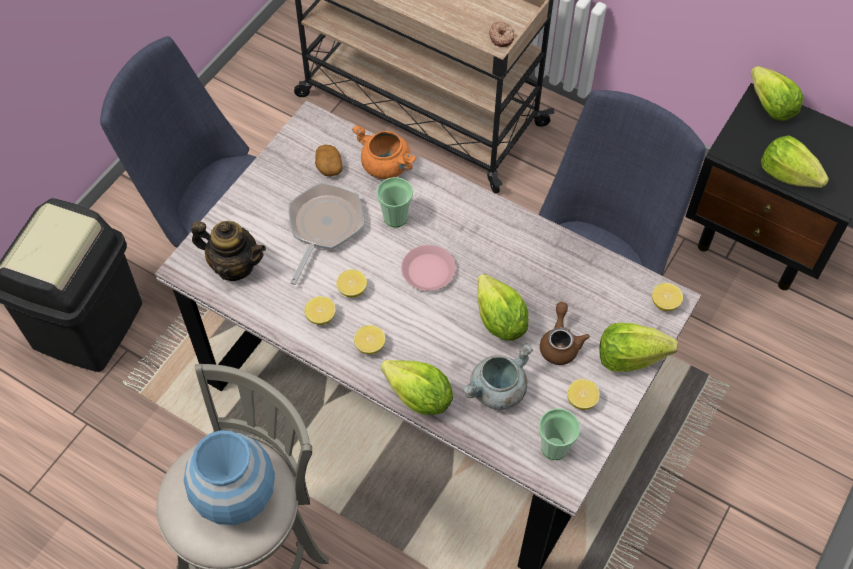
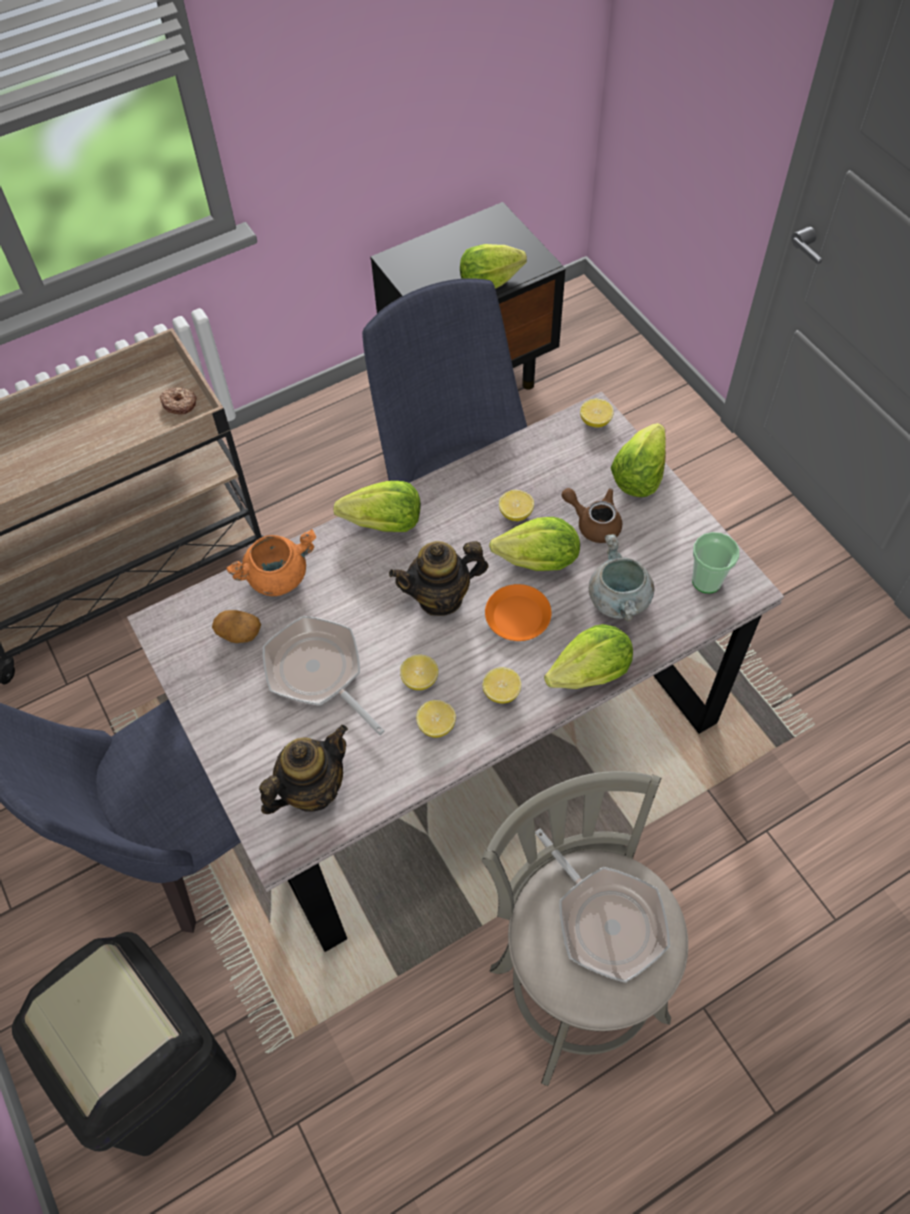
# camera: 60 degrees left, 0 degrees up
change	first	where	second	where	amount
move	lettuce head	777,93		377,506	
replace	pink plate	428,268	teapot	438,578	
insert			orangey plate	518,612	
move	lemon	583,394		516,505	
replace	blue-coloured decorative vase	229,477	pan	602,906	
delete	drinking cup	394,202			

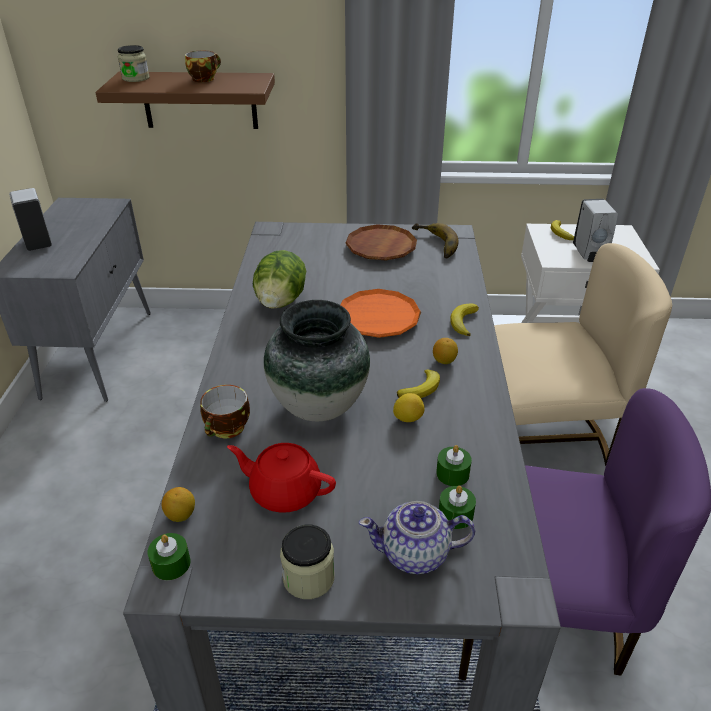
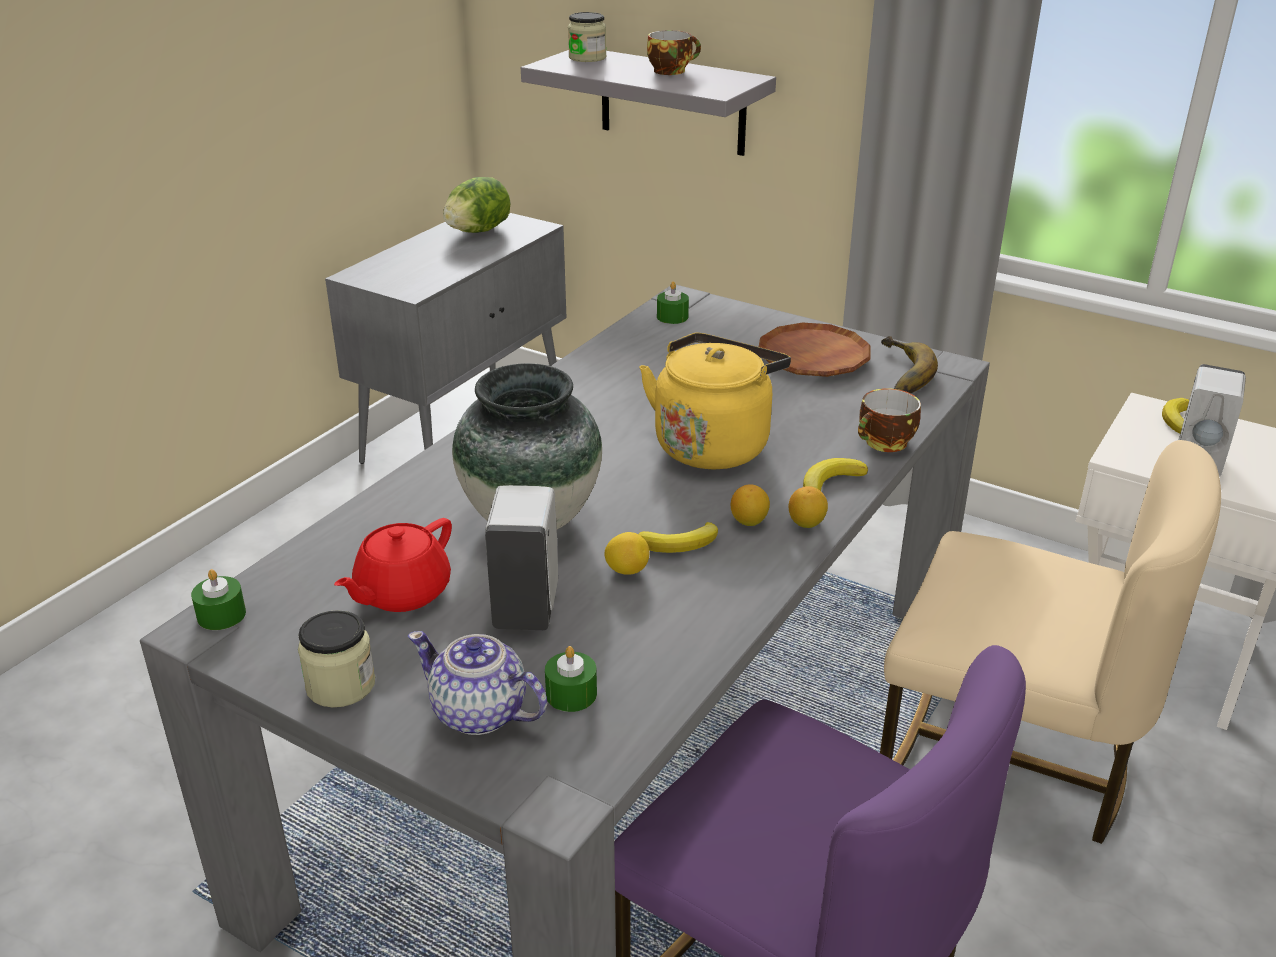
# camera: 30 degrees right, 5 degrees down
change	first	where	second	where	amount
rotate	reddish teapot	281,478		393,565	105 degrees counterclockwise
move	lettuce head	279,279		477,205	
move	white-coloured liquid soap bottle	30,219		521,557	
recolor	brownish bracket shelf	185,100	grey bracket shelf	648,103	
replace	orangey plate	380,313	yellow tea kettle	715,401	
move	green-coloured candle	454,465		673,302	
move	lemon	178,504		808,507	
move	drinking cup	225,411		889,420	

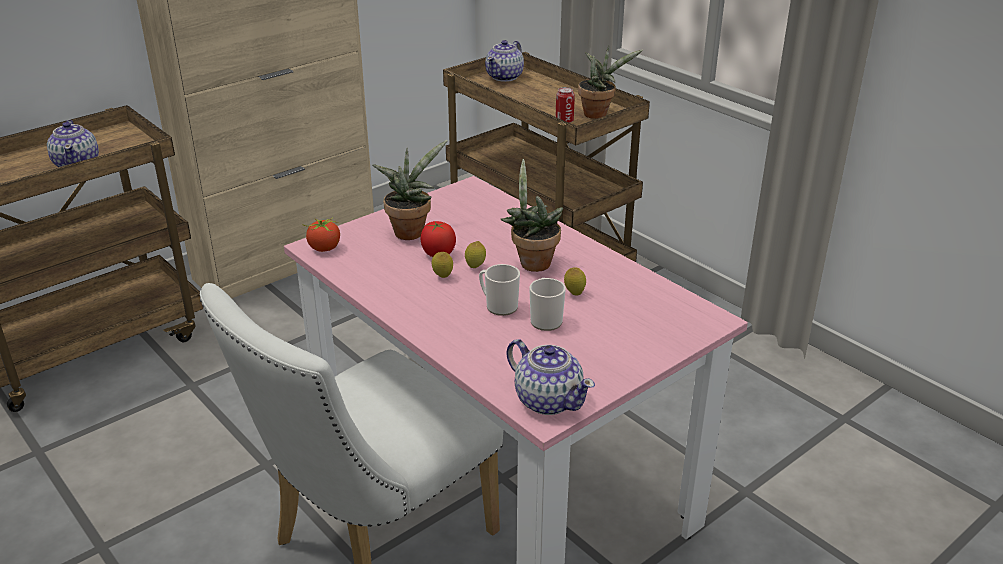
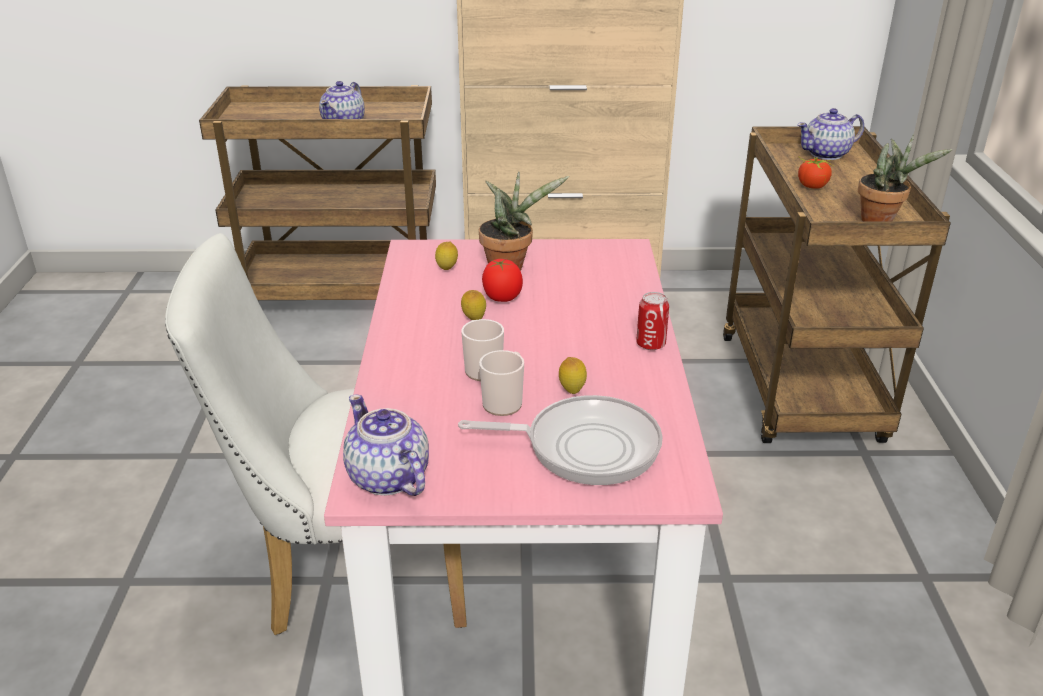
# camera: 40 degrees right, 0 degrees up
change	first	where	second	where	amount
rotate	teapot	551,377		386,445	150 degrees clockwise
move	lemon	475,254		446,255	
insert			pan	560,440	
move	can	565,105		652,321	
move	fresh tomato	321,235		815,172	
delete	plant in a pot	532,215			

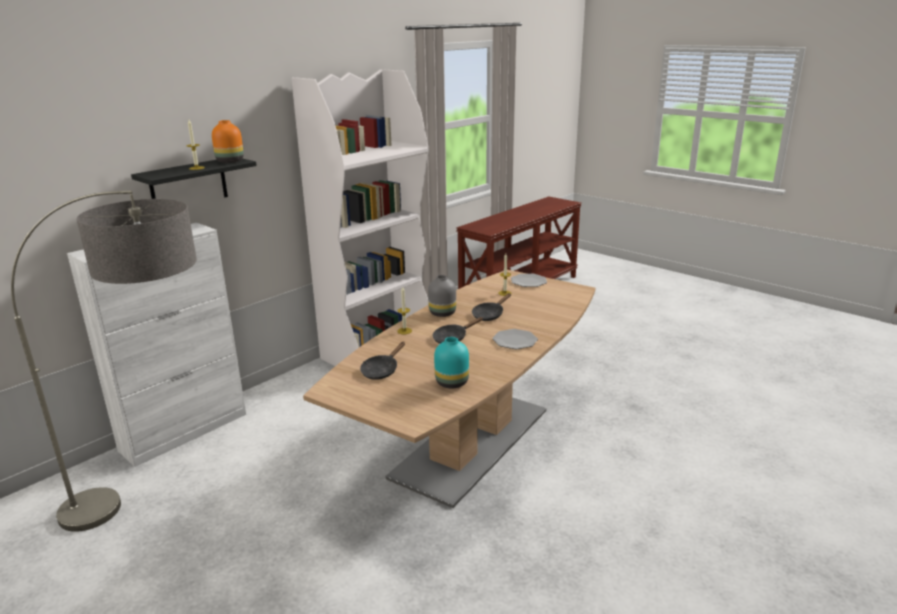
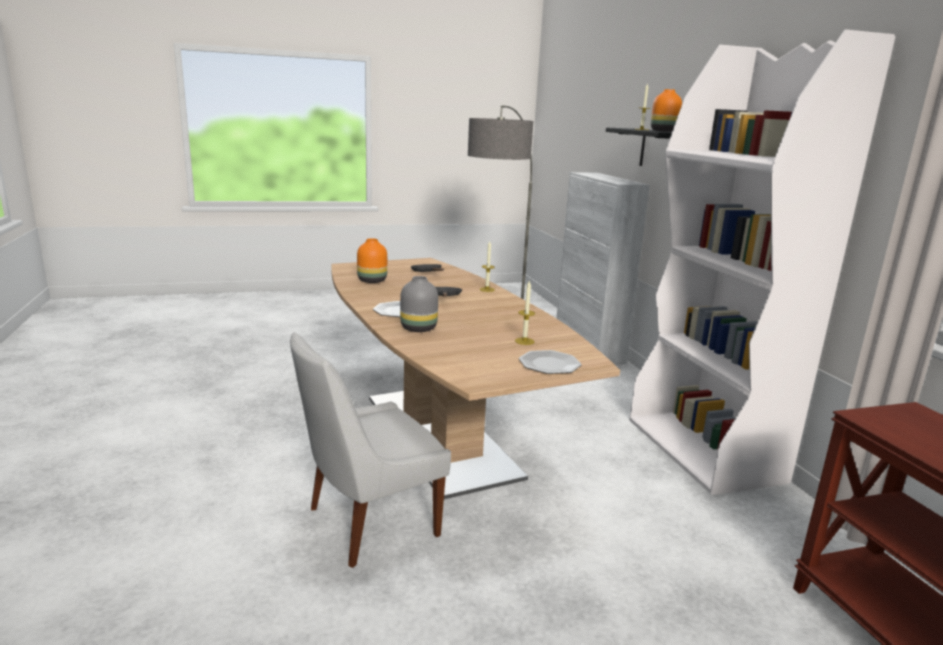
# camera: 120 degrees right, 5 degrees down
change	first	where	second	where	amount
insert			white-coloured chair	370,450	
recolor	blue-green decorative vase	451,362	orangey decorative vase	372,260	
move	grey decorative vase	442,296		419,304	
delete	blackish pan	491,307			

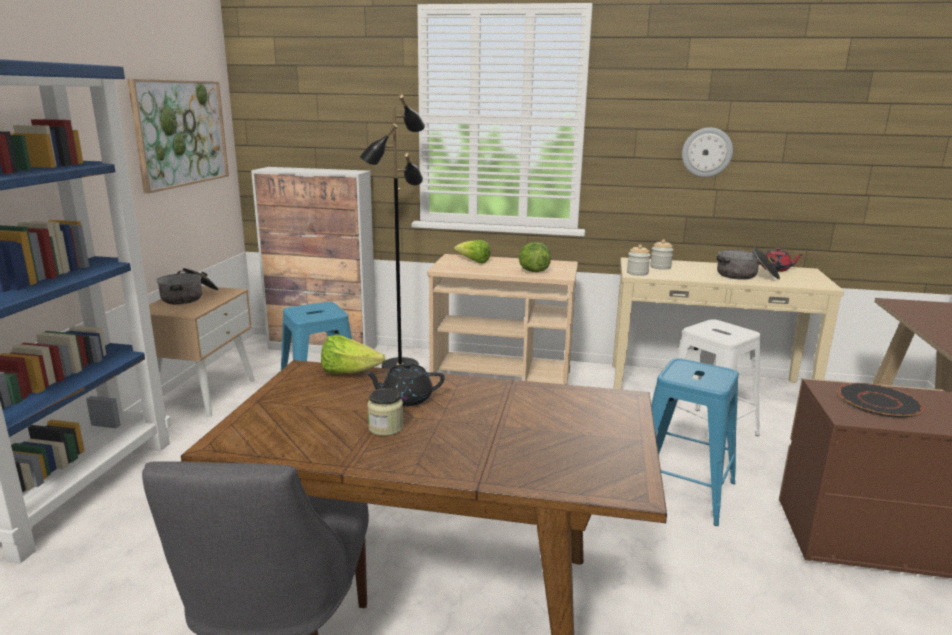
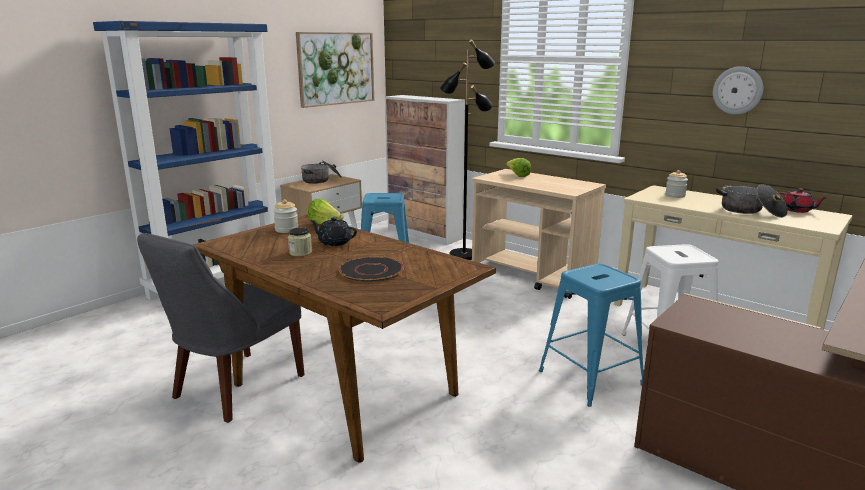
# camera: 30 degrees right, 0 degrees up
change	first	where	second	where	amount
move	jar	638,260		285,216	
move	blackish plate	881,400		371,269	
delete	lettuce head	534,257			

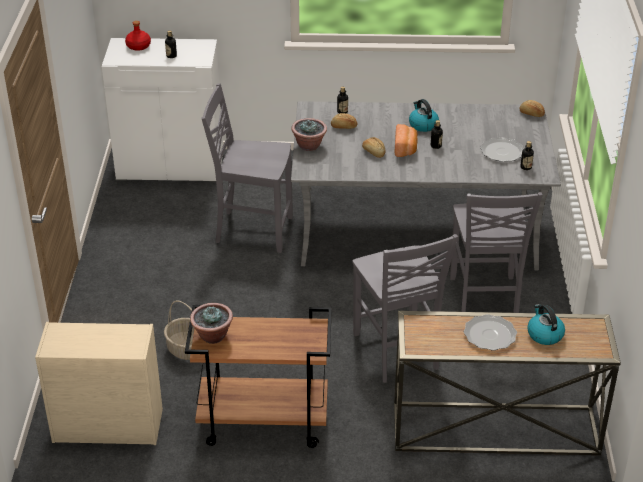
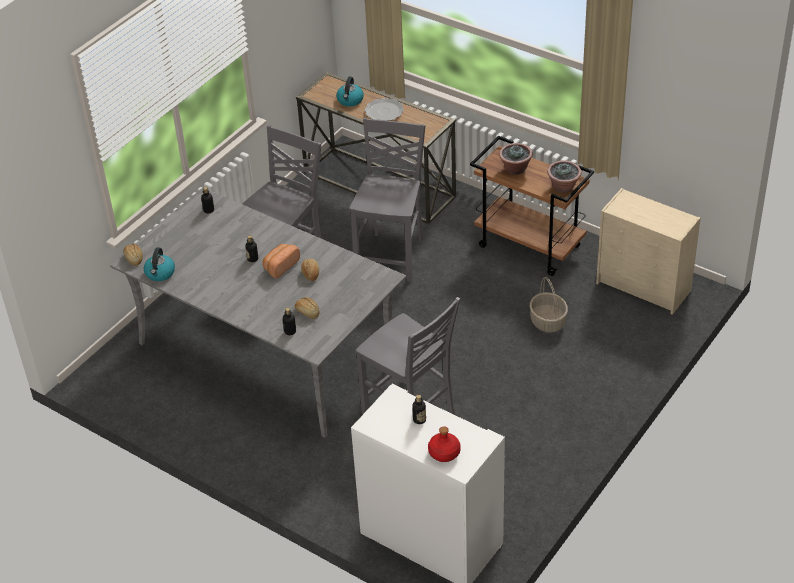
# camera: 145 degrees left, 5 degrees up
change	first	where	second	where	amount
move	tea kettle	424,115		159,264	
move	plant in a pot	309,134		516,159	
delete	plate	502,149			

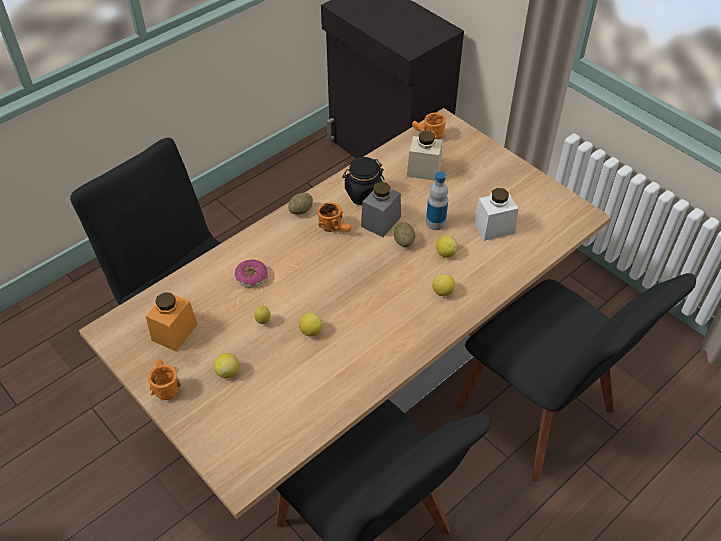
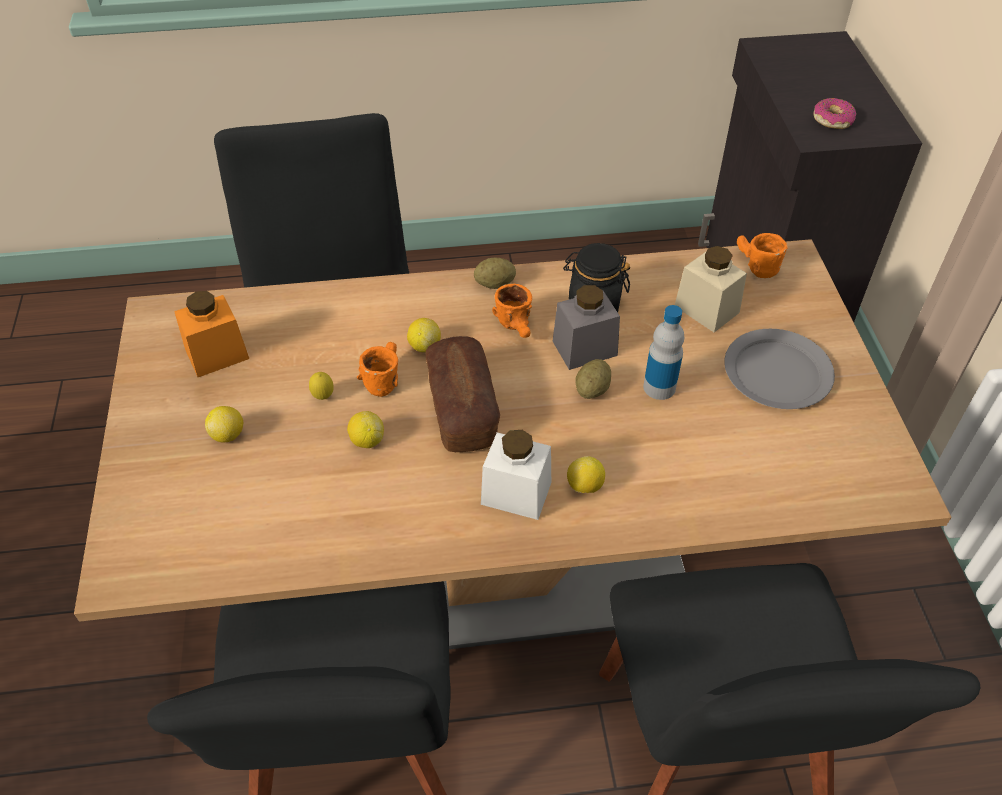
# camera: 35 degrees right, 0 degrees up
change	first	where	second	where	amount
move	orangey coffee mug	164,380		377,369	
move	lemon	446,246		424,335	
insert			bread	463,394	
move	white-coloured jar	496,214		516,475	
insert			grey plate	779,369	
move	donut	251,273		834,113	

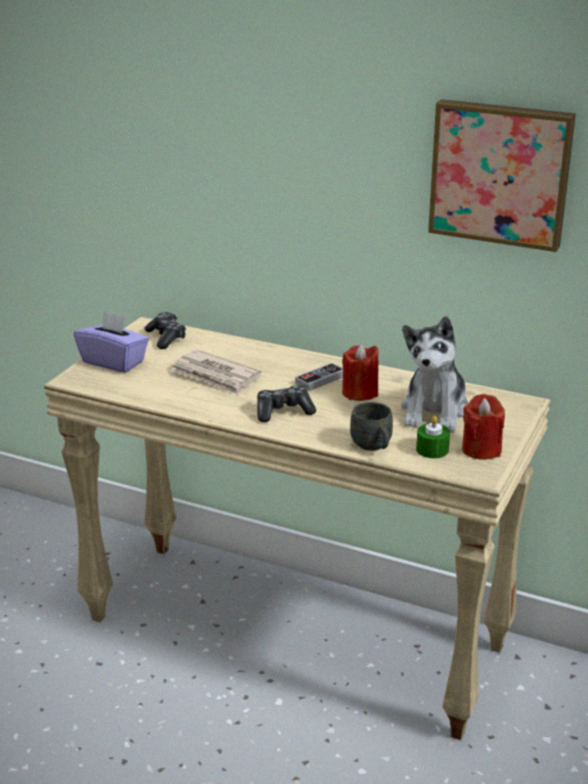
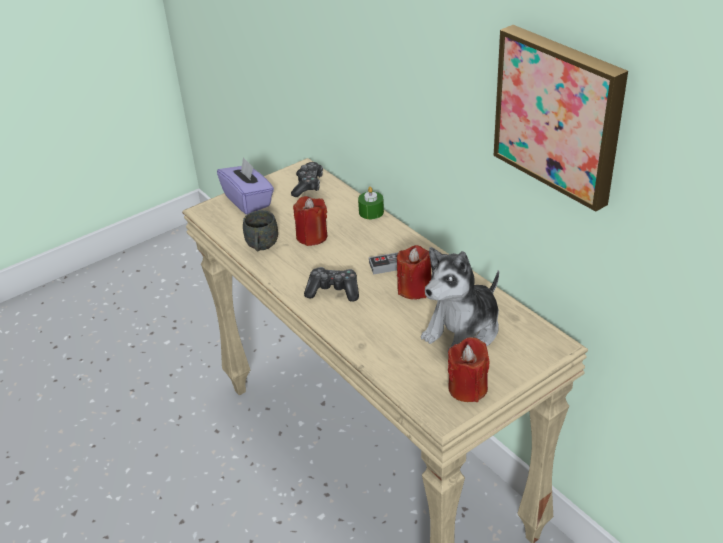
# camera: 30 degrees right, 10 degrees up
change	first	where	second	where	amount
move	grey coffee mug	371,426		260,230	
replace	printed paper	215,372	reddish candle	310,221	
move	green-coloured candle	433,437		371,203	

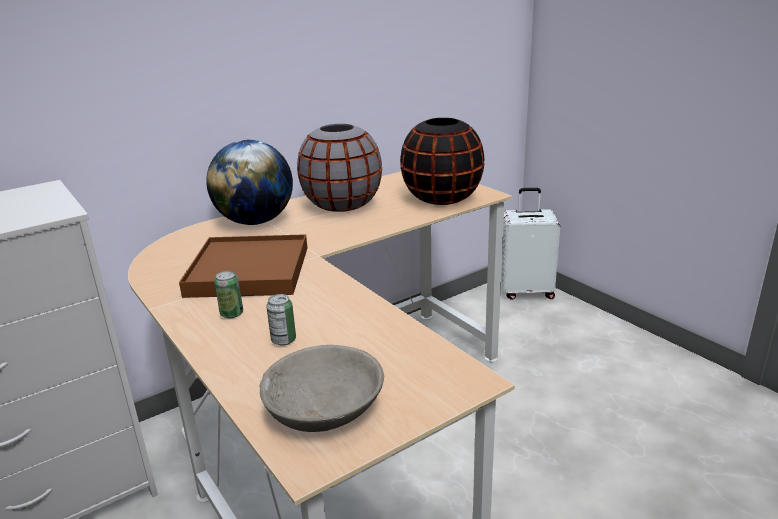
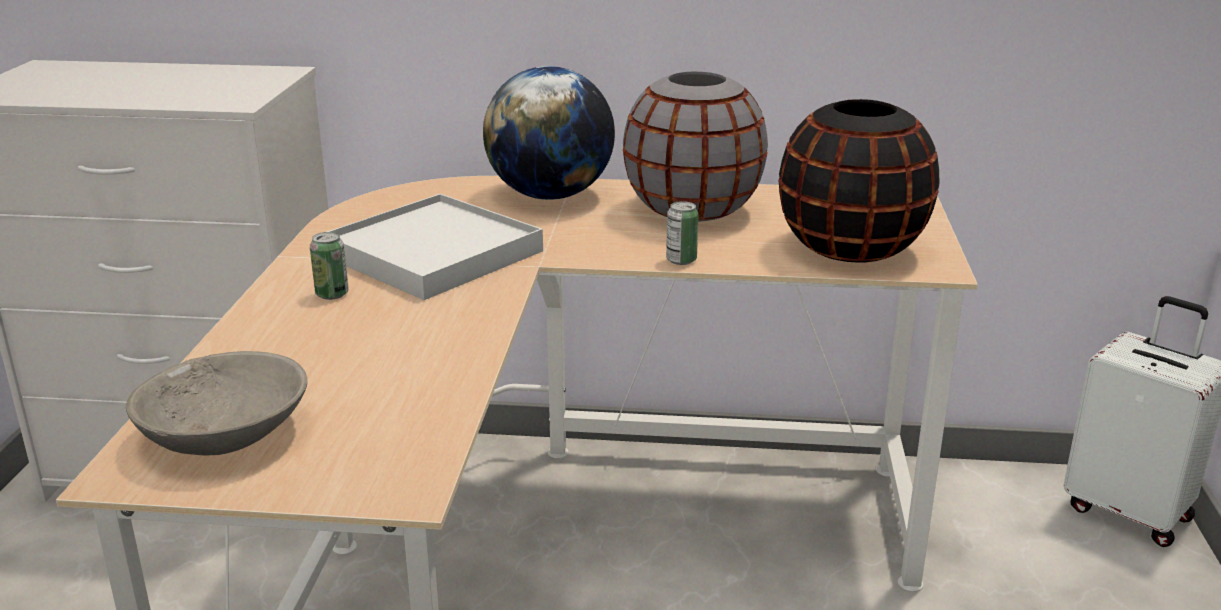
# camera: 40 degrees right, 0 degrees up
change	first	where	second	where	amount
recolor	brownish tray	243,266	white-coloured tray	435,247	
move	can	281,320		682,233	

